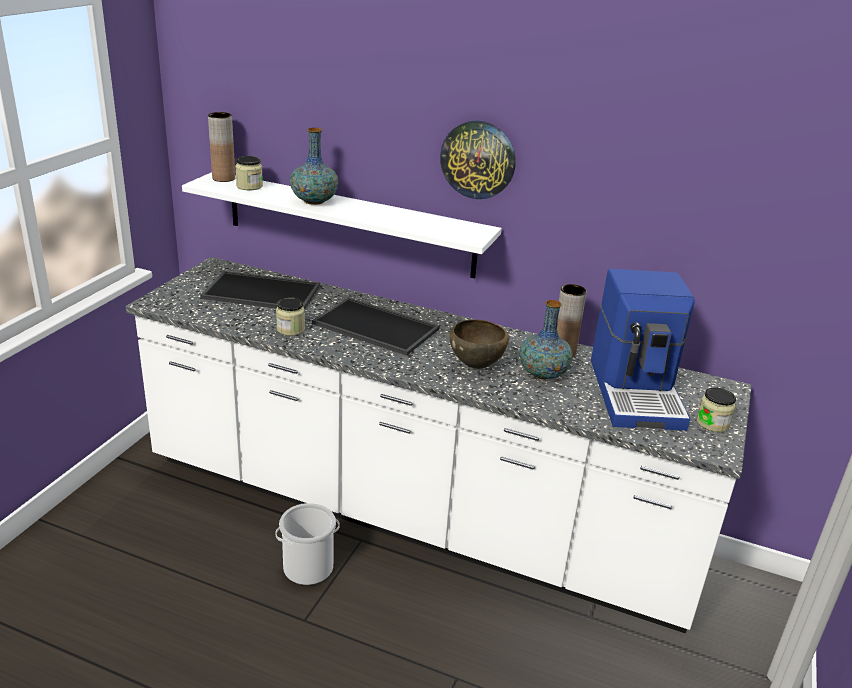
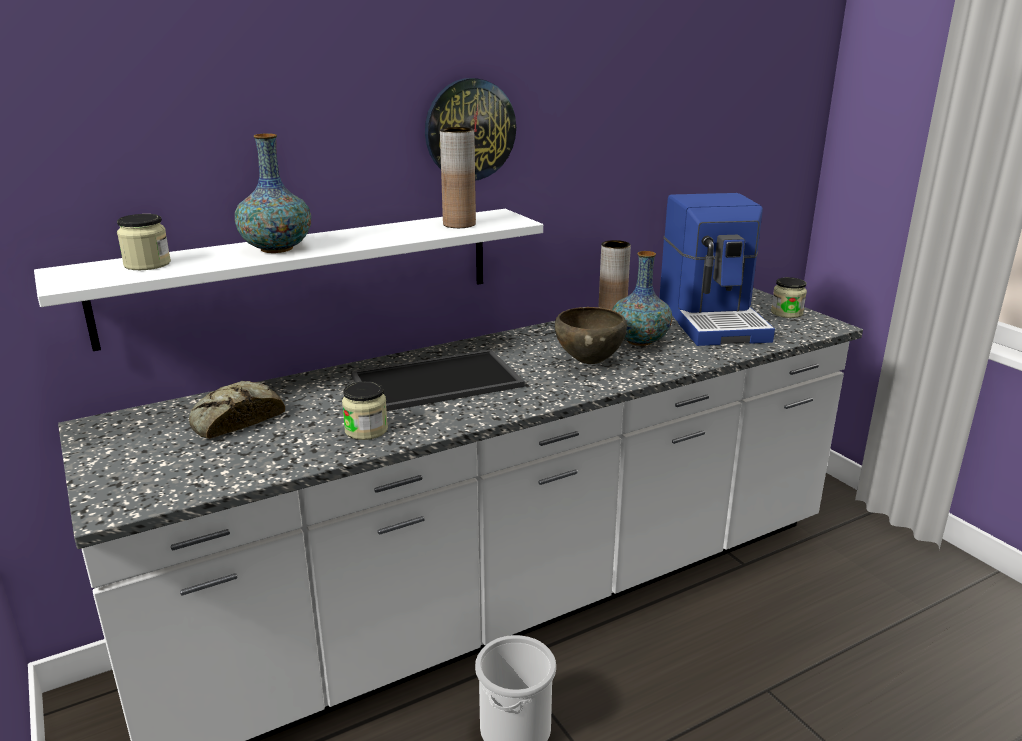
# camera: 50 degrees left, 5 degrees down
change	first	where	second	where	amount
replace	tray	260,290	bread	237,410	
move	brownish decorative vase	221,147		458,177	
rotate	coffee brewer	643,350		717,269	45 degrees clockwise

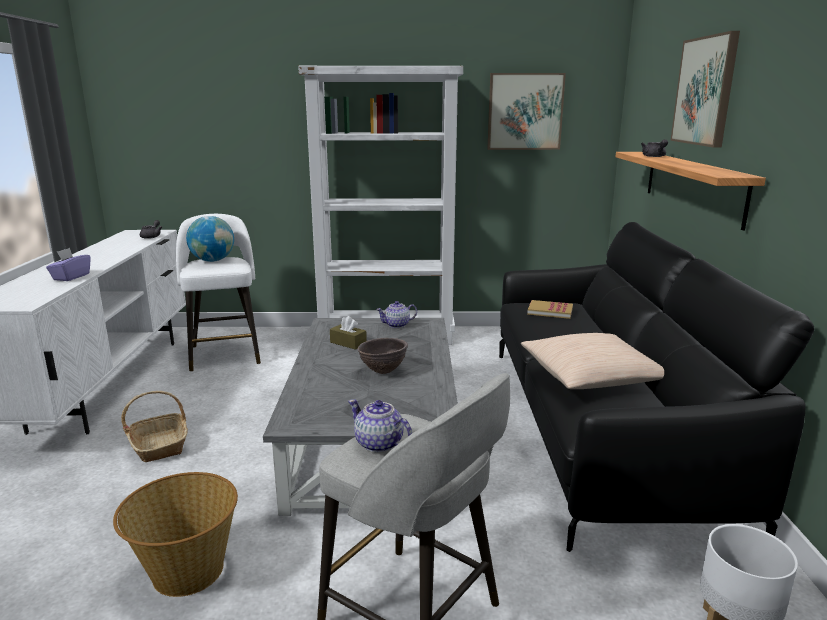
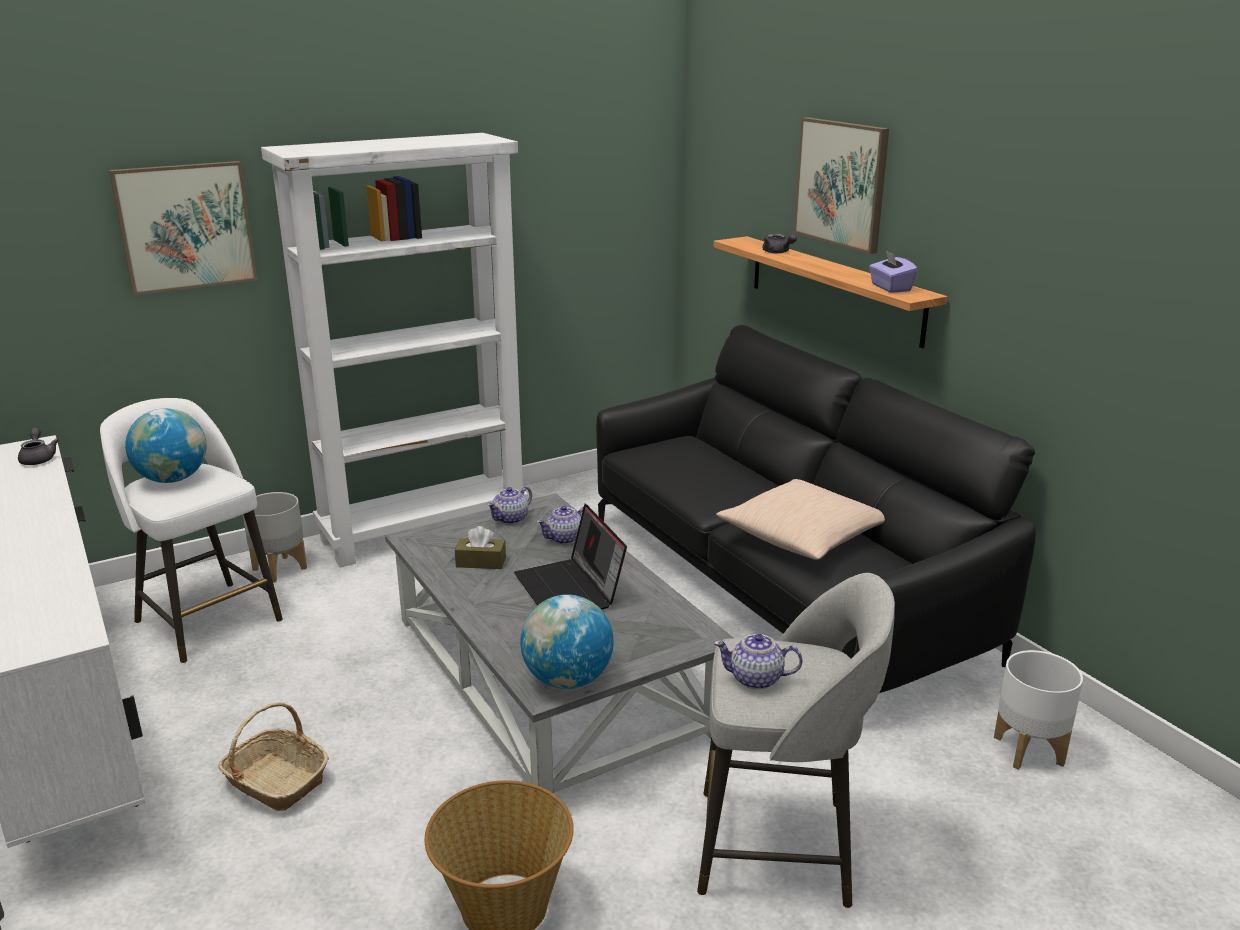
# camera: 30 degrees left, 5 degrees up
change	first	where	second	where	amount
move	wall picture	526,111		183,228	
insert			grey planter	275,537	
replace	brownish serving bowl	382,356	notebook computer	570,557	
insert			desk globe	567,642	
insert			teapot	560,525	
move	purple-coloured box of tissues	68,264		893,271	
delete	volume	550,309			

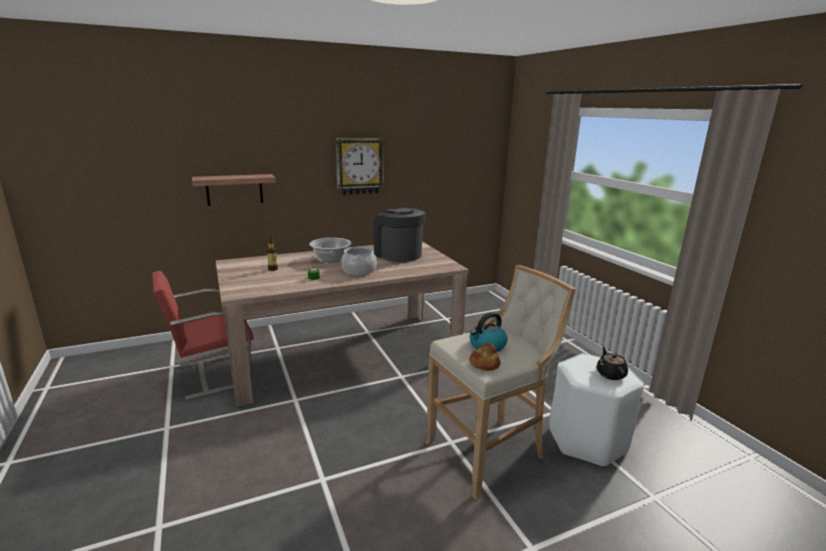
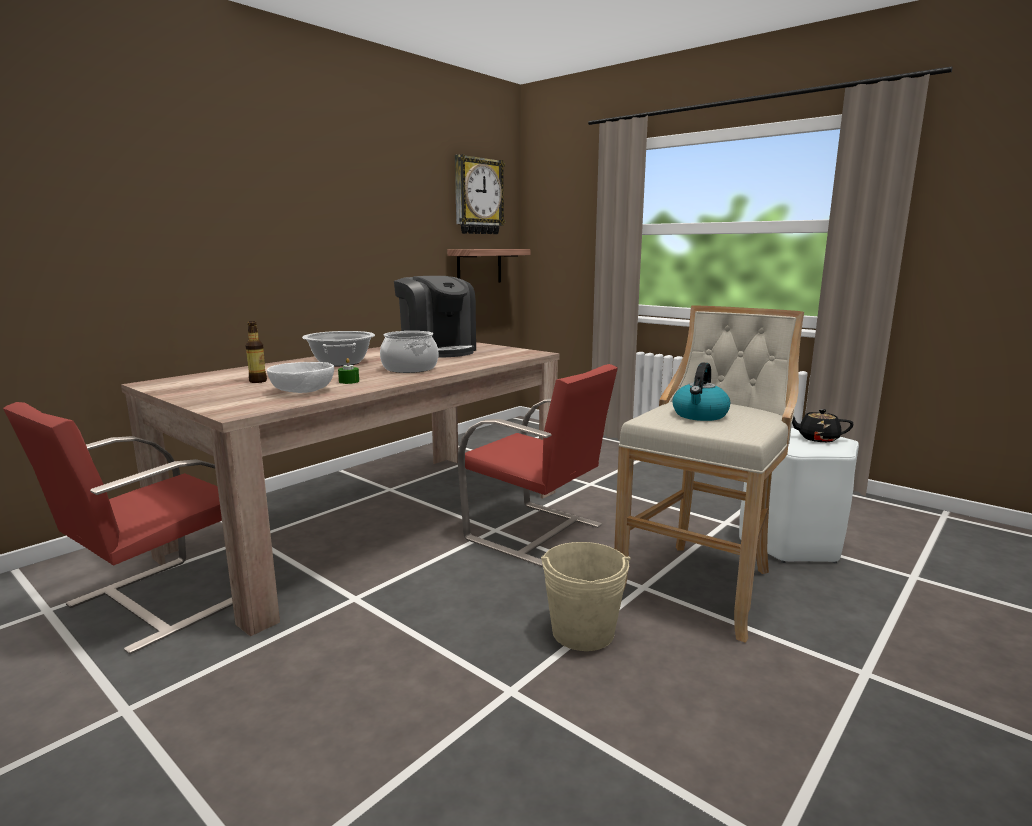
# camera: 25 degrees left, 5 degrees down
change	first	where	second	where	amount
insert			white-coloured serving bowl	300,377	
rotate	coffee brewer	399,235		435,317	150 degrees counterclockwise
move	bracket shelf	234,190		488,265	
move	wall clock	360,166		480,194	
insert			reddish chair	538,465	
insert			beige-coloured pail	585,596	
rotate	blackish teapot	612,363		823,425	45 degrees counterclockwise
delete	bread	484,357			

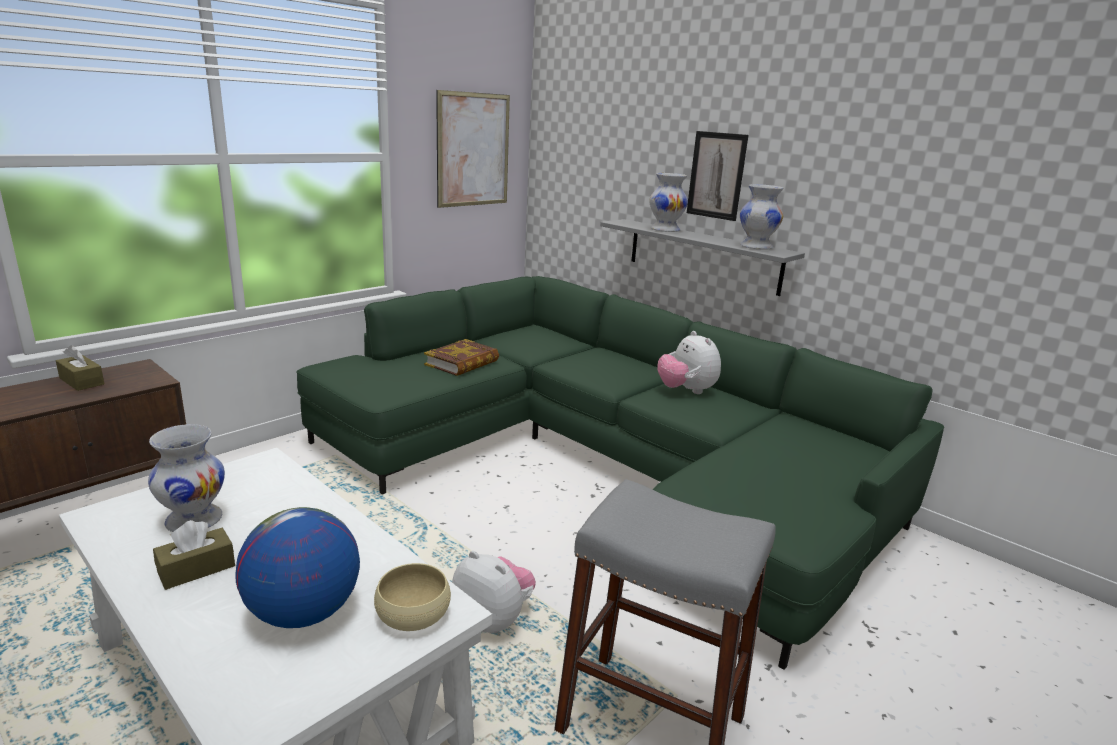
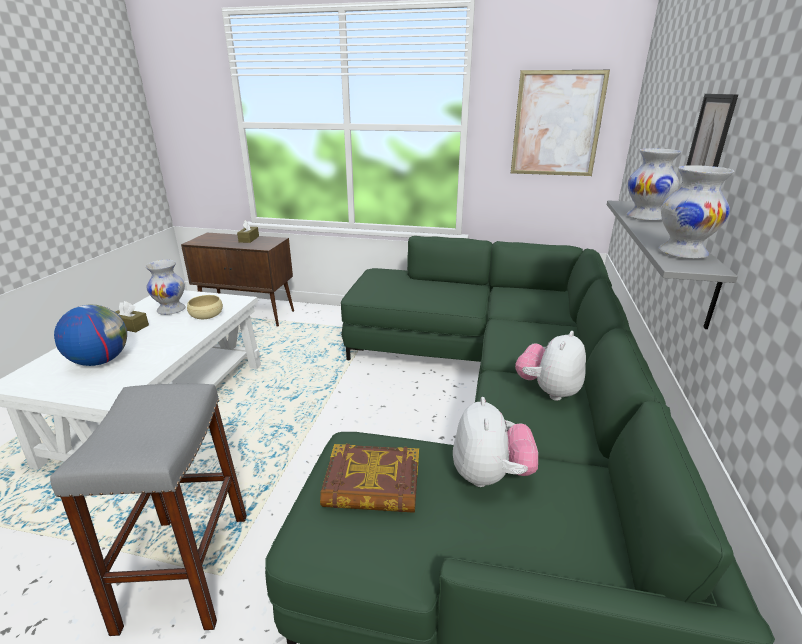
# camera: 60 degrees right, 5 degrees up
change	first	where	second	where	amount
move	beige-coloured serving bowl	412,597		205,307	
move	volume	461,357		369,478	
move	plush toy	494,592		495,442	

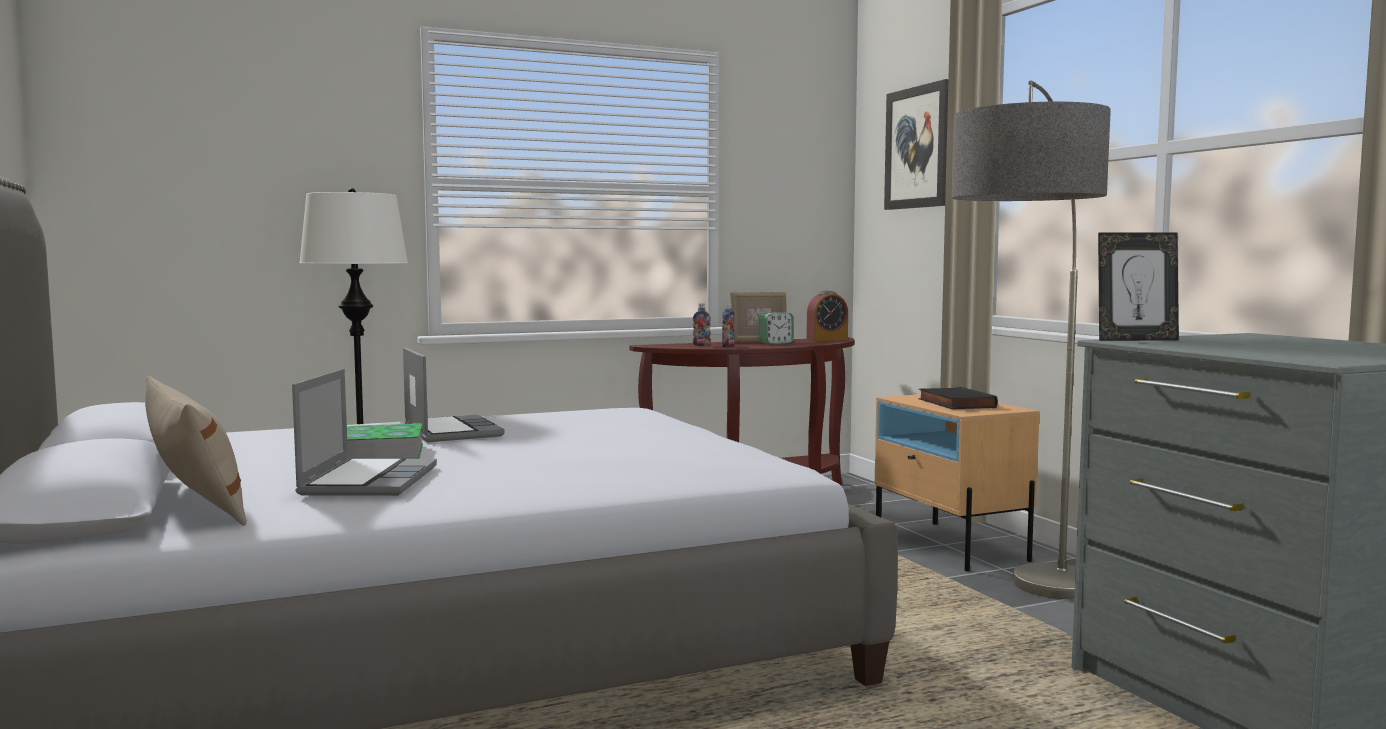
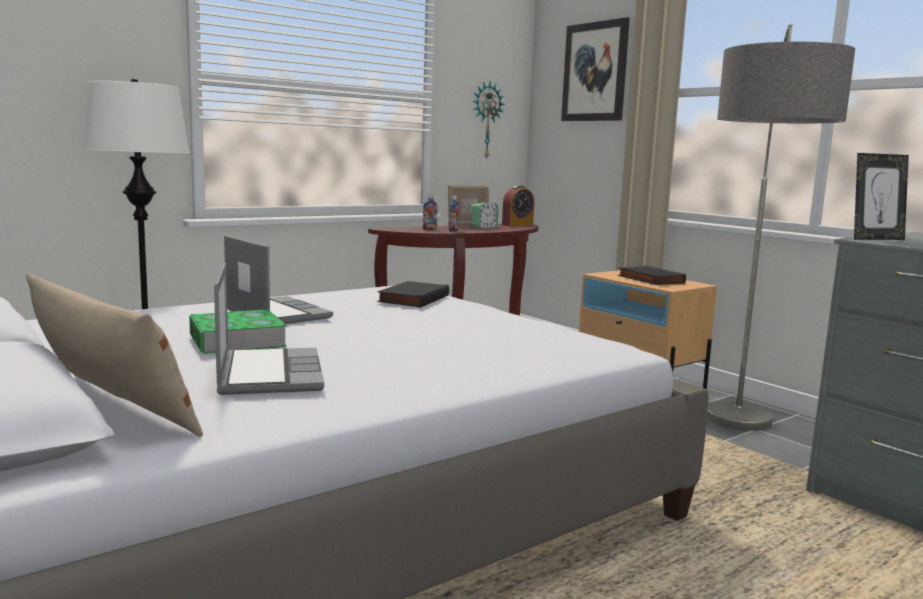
# camera: 15 degrees left, 5 degrees up
change	first	where	second	where	amount
insert			blackish volume	413,294	
insert			wall clock	488,121	

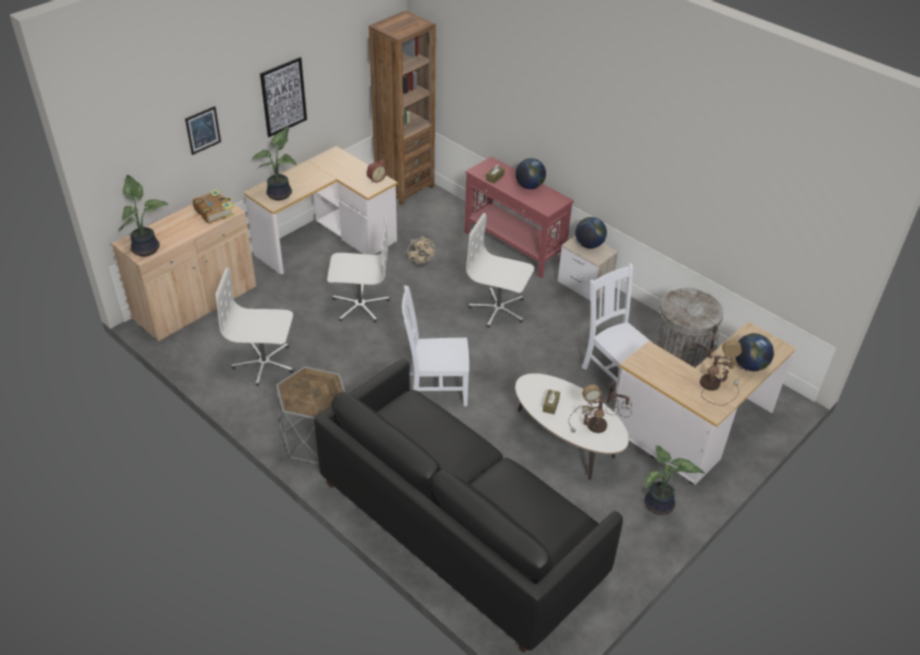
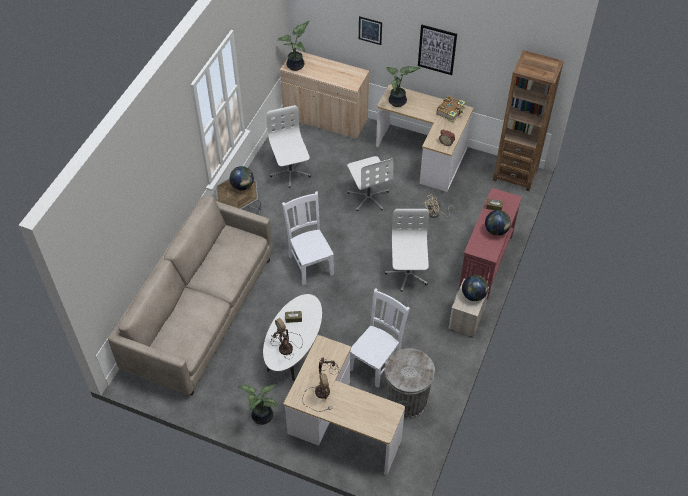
# camera: 70 degrees right, 10 degrees up
change	first	where	second	where	amount
recolor	blackish settee	468,506	beige-coloured settee	190,295	
move	desk globe	754,352		242,178	
move	volume	214,206		451,109	

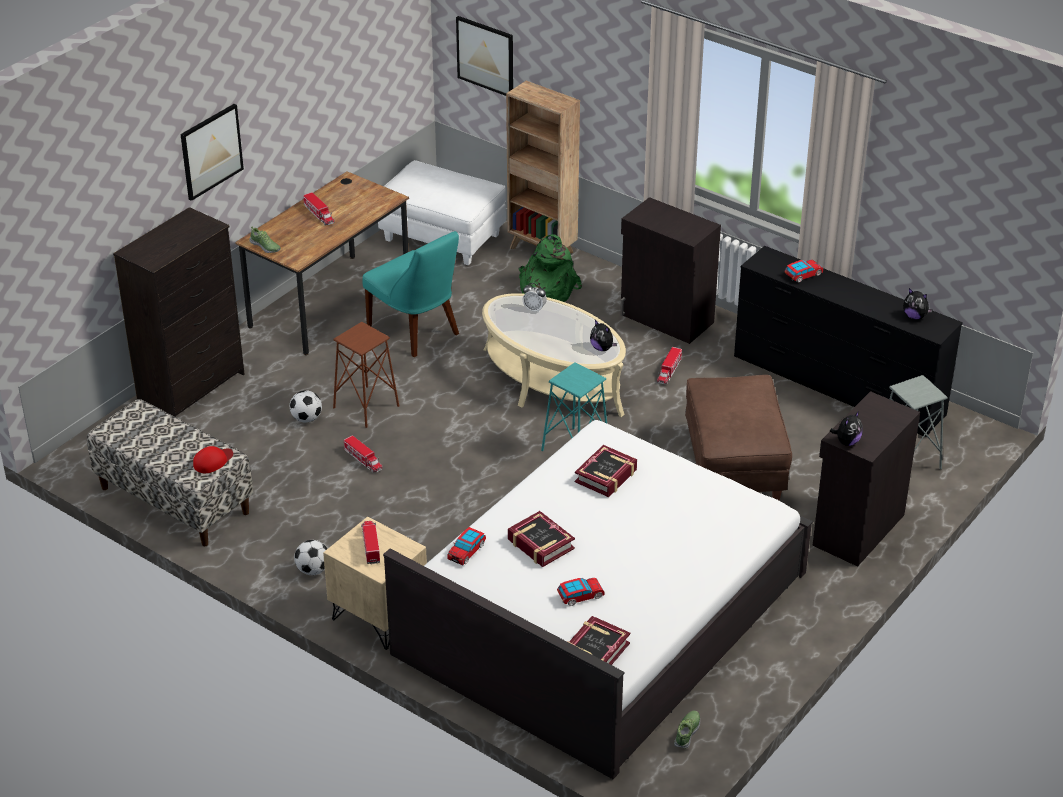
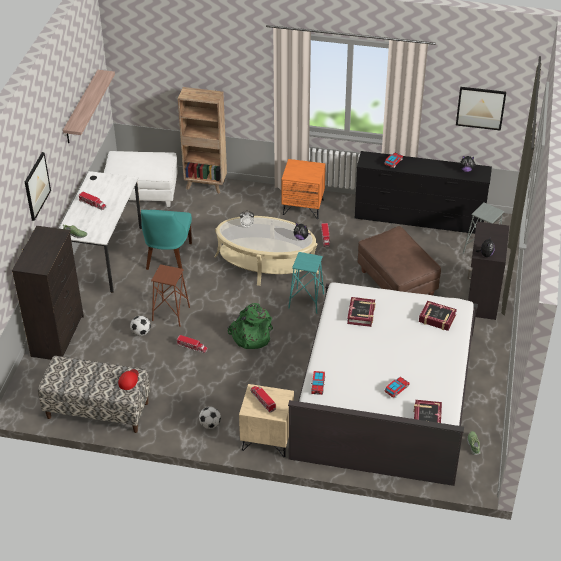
# camera: 25 degrees left, 5 degrees up
change	first	where	second	where	amount
recolor	brownish desk table	322,263	white-coloured desk table	100,232	
insert			bracket shelf	89,106	
rotate	blue-green chair	411,294		166,240	75 degrees clockwise
move	green-coloured knapsack	550,268		250,326	
replace	blackish storage cabinet	670,270	orangey night table	304,189	
move	volume	541,539		438,316	
move	wall picture	484,56		481,109	

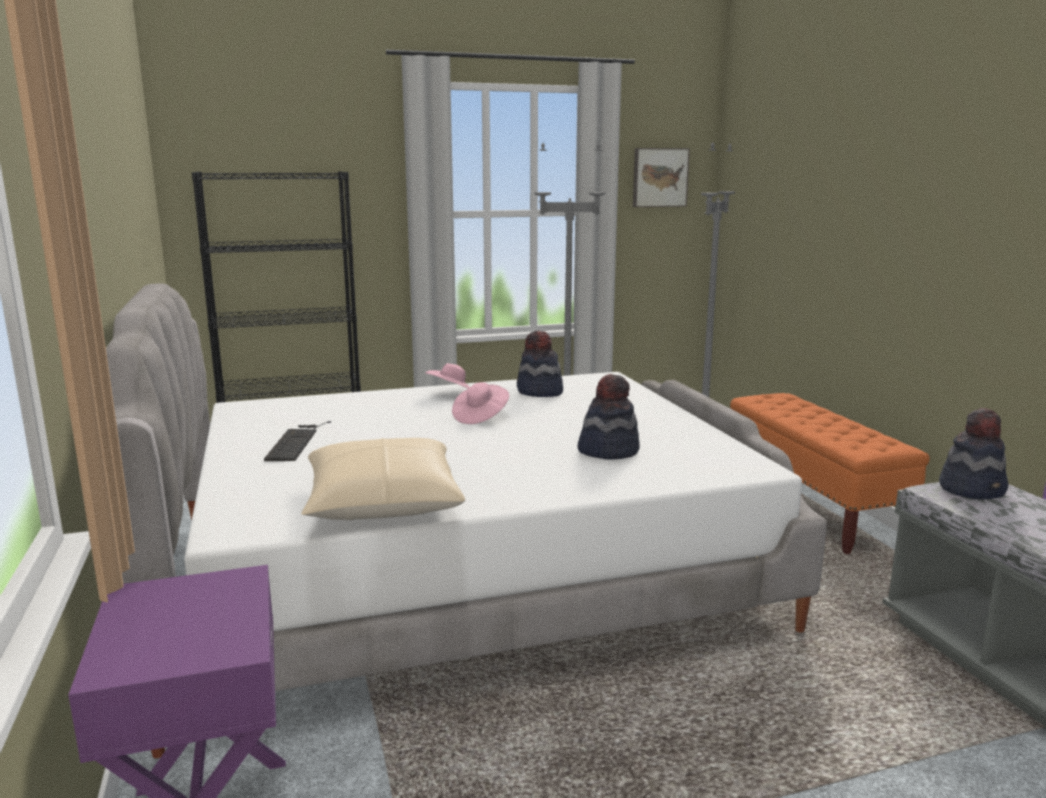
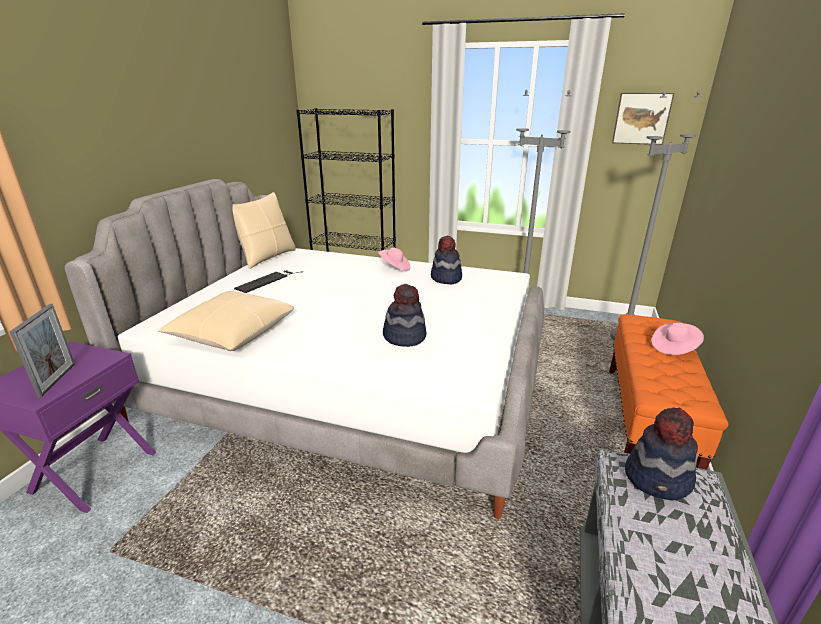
# camera: 35 degrees right, 10 degrees up
change	first	where	second	where	amount
insert			picture frame	42,351	
insert			beige-coloured cushion	264,230	
move	pink wearable hat	480,403		678,339	

